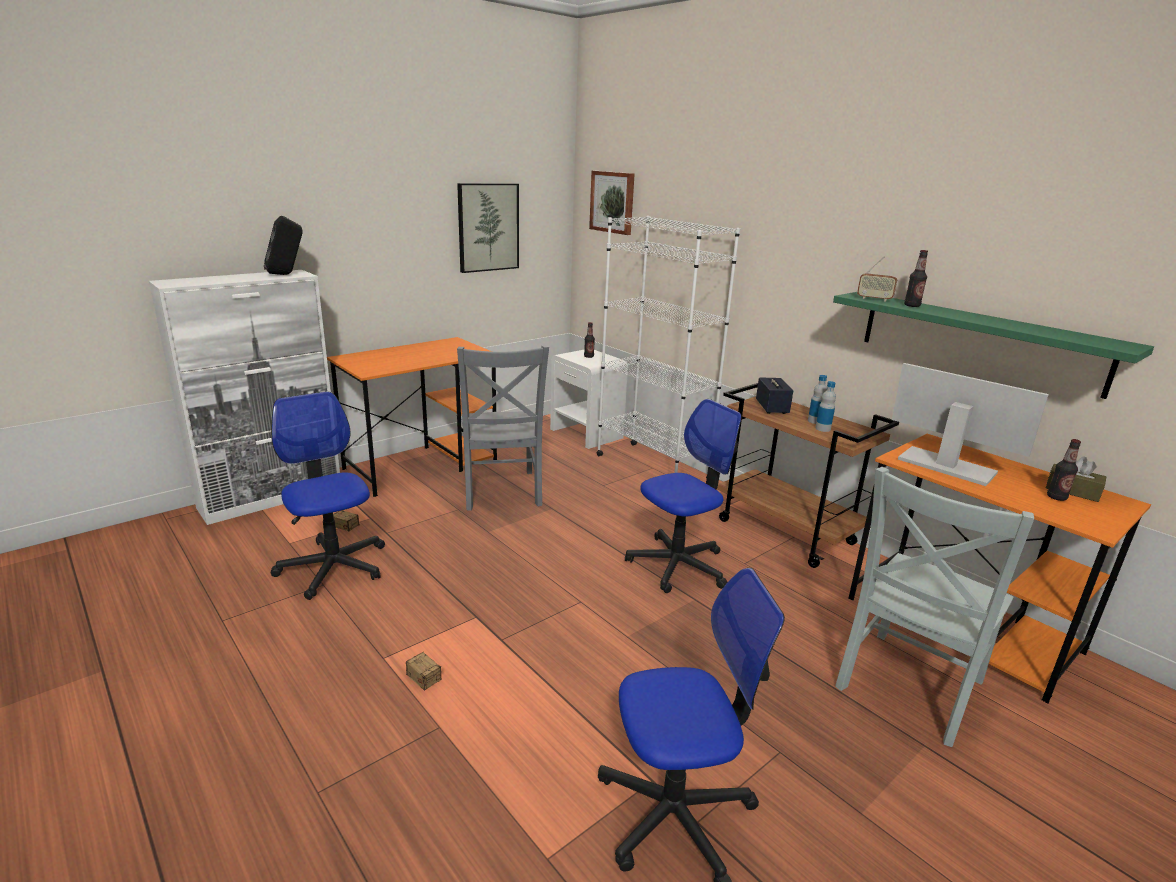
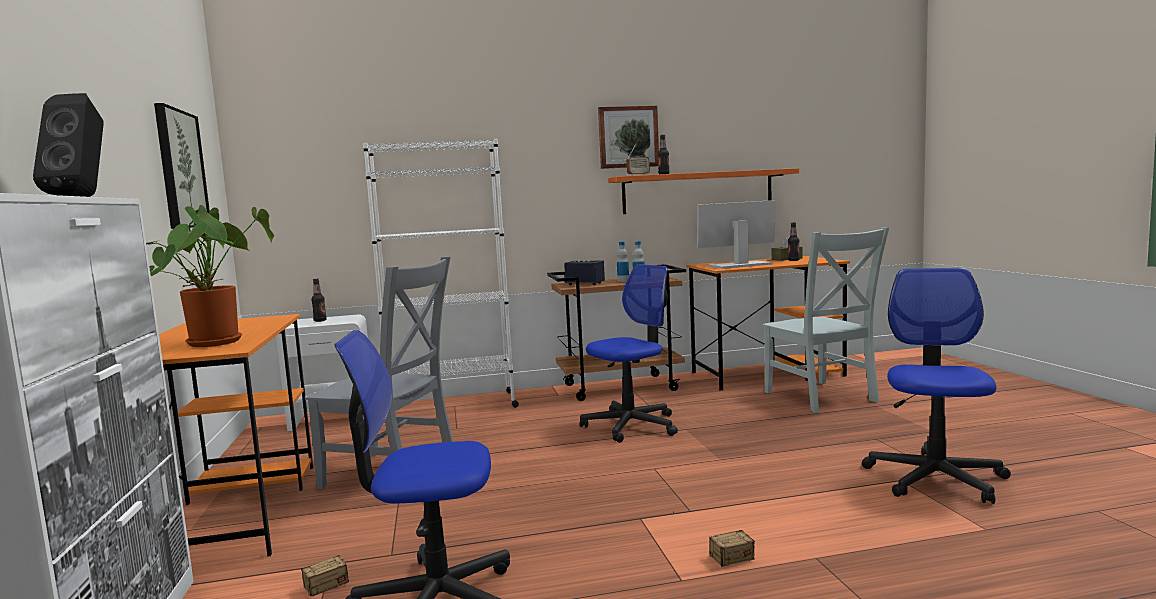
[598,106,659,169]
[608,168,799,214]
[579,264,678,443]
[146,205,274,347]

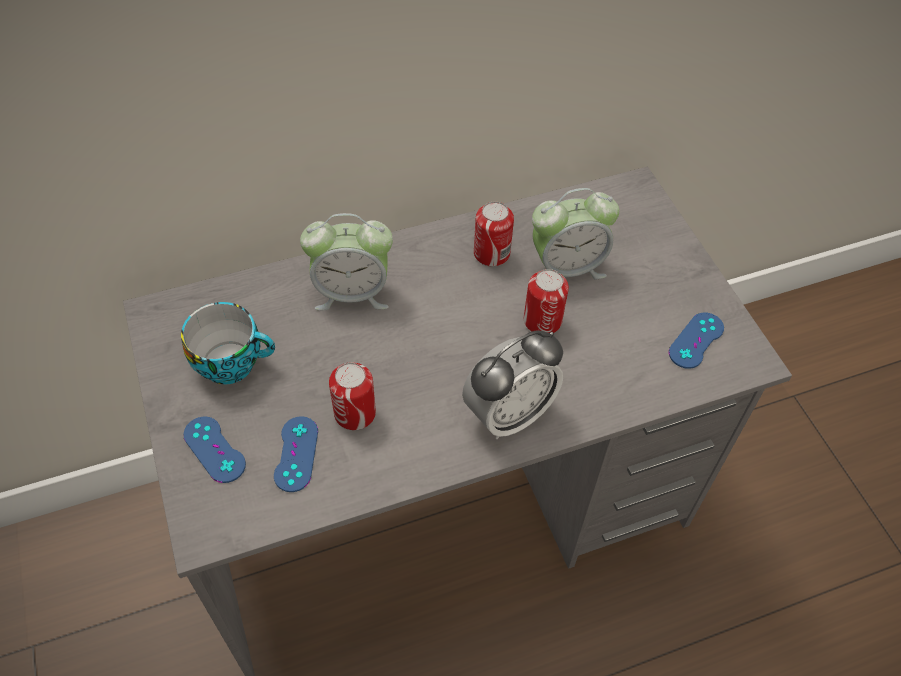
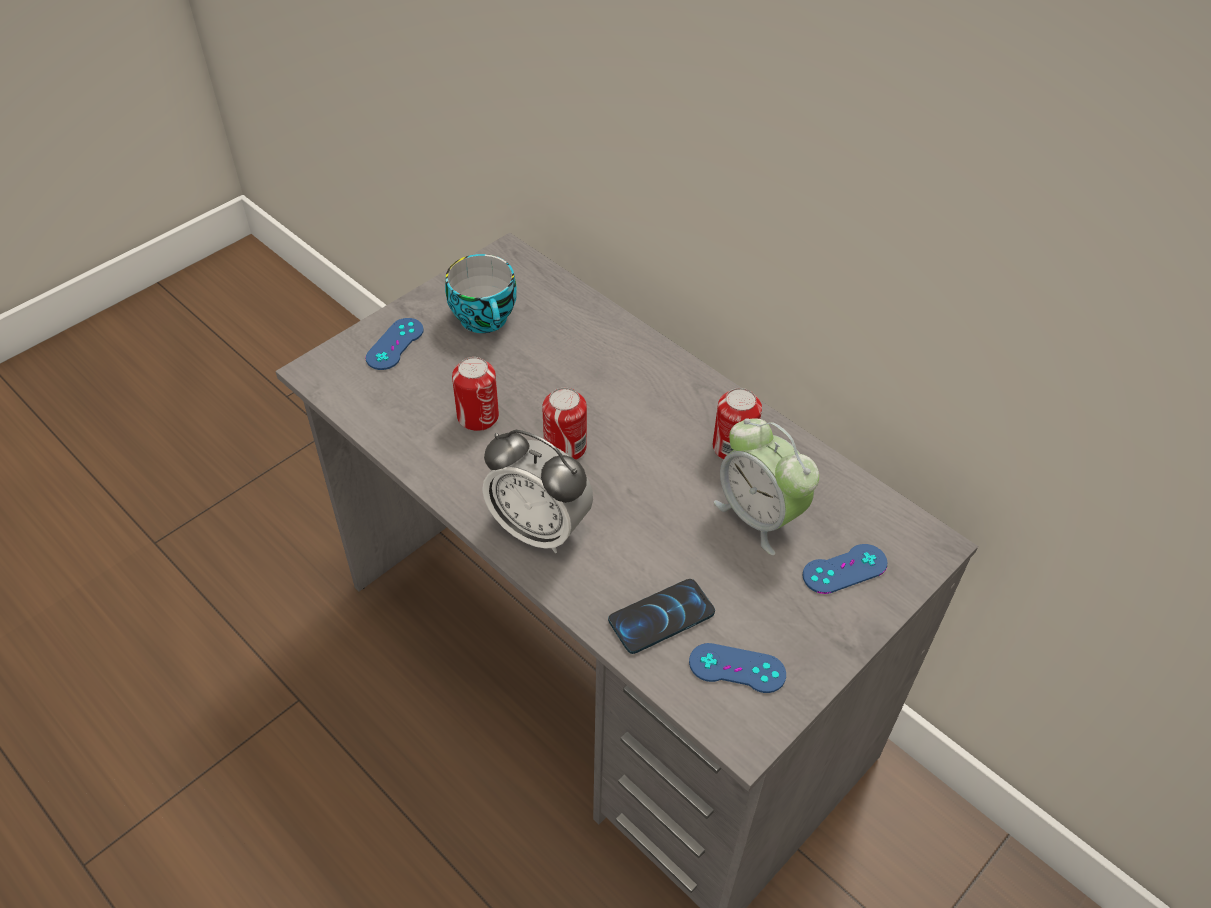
[300,213,393,310] (first image)
[542,388,587,460]
[803,544,887,594]
[608,579,715,654]

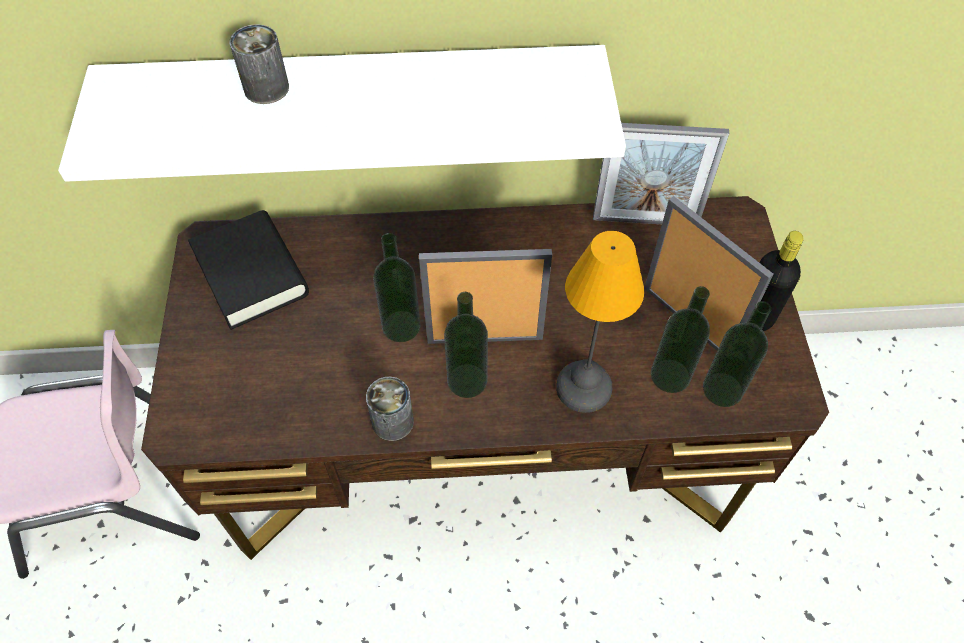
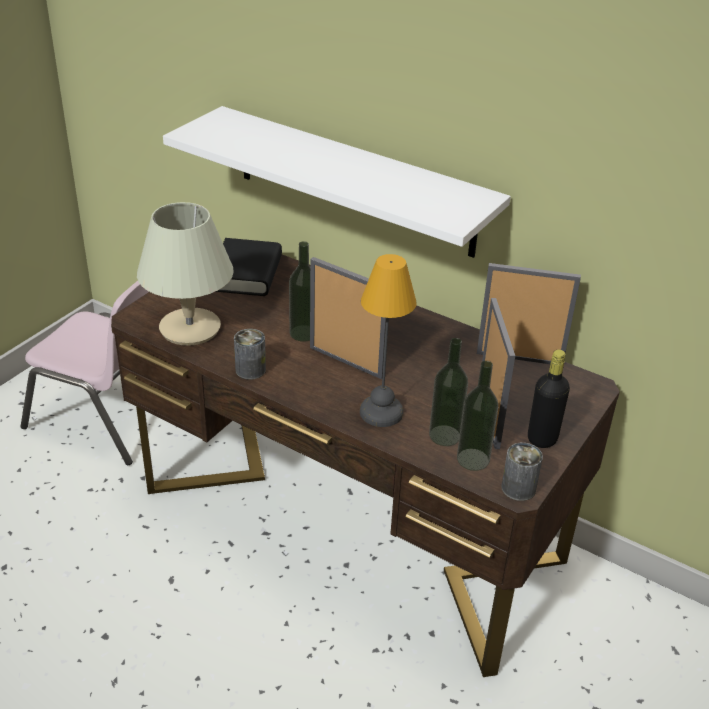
[501,443,543,501]
[477,263,581,364]
[444,292,488,398] (first image)
[137,202,234,346]

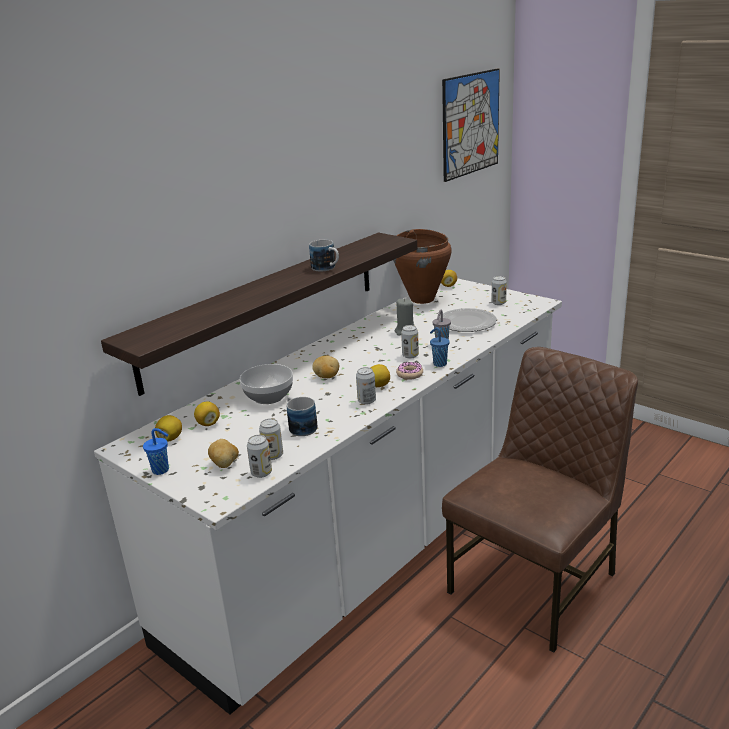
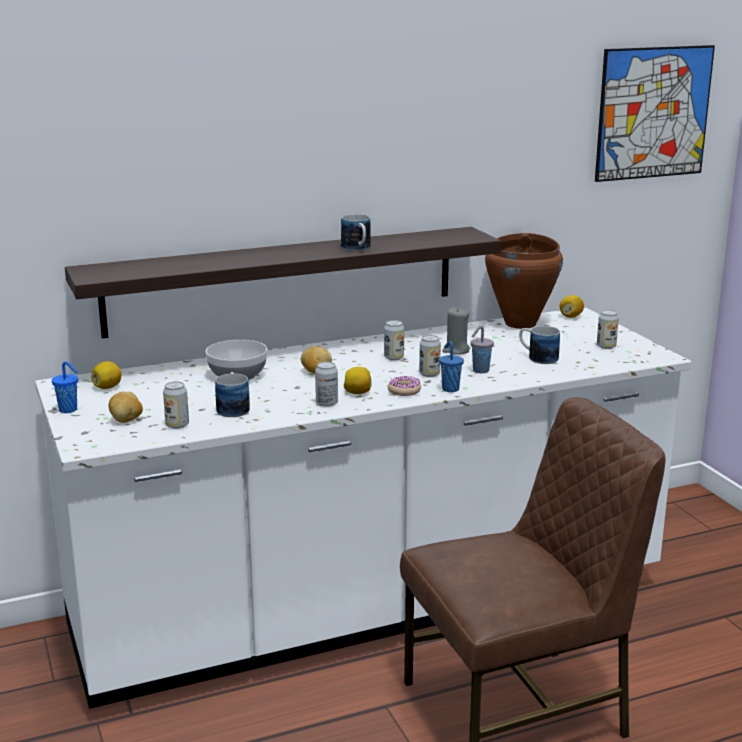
[519,326,560,364]
[194,401,220,426] (first image)
[384,320,404,361]

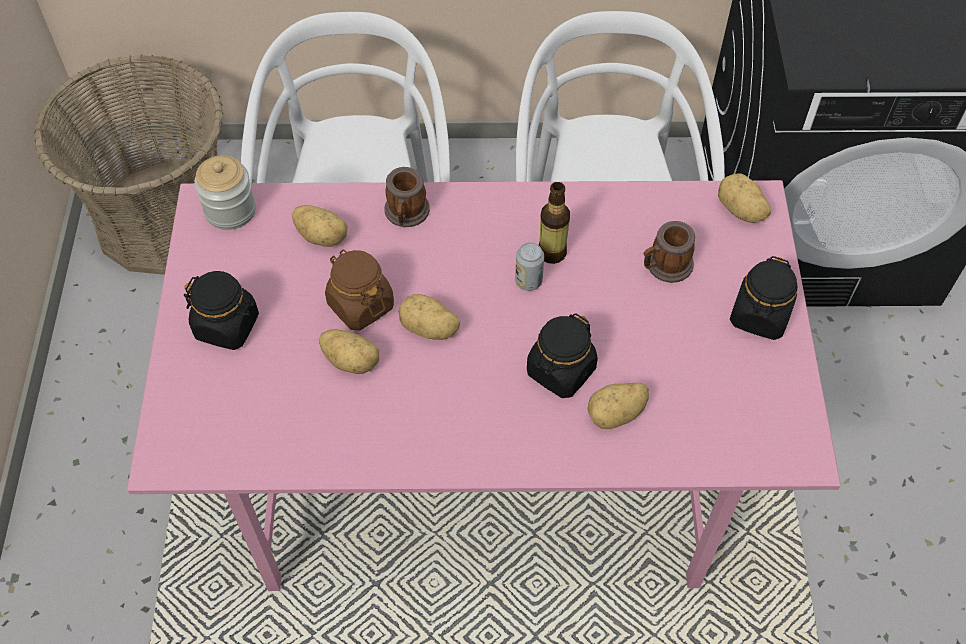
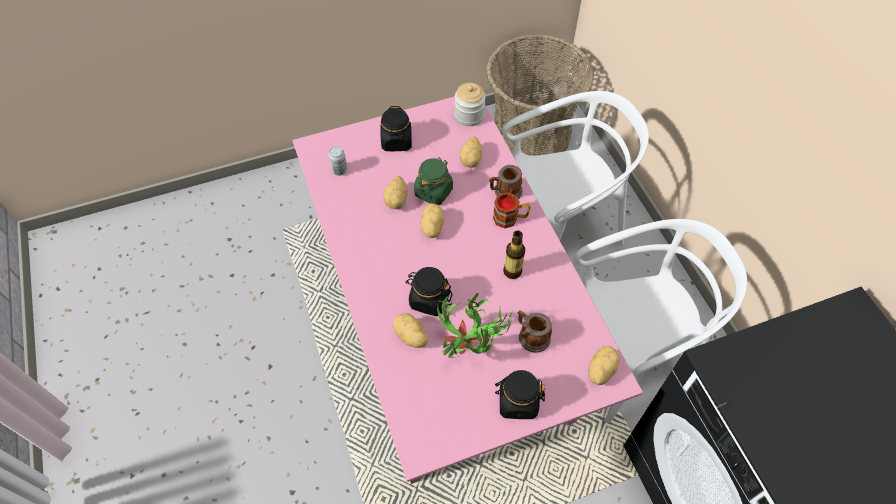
[328,147,347,176]
[414,157,453,205]
[493,192,530,228]
[437,293,513,358]

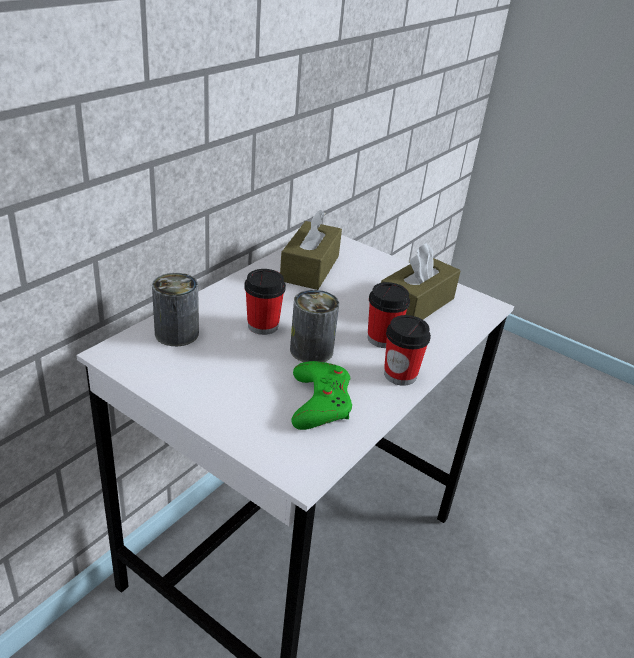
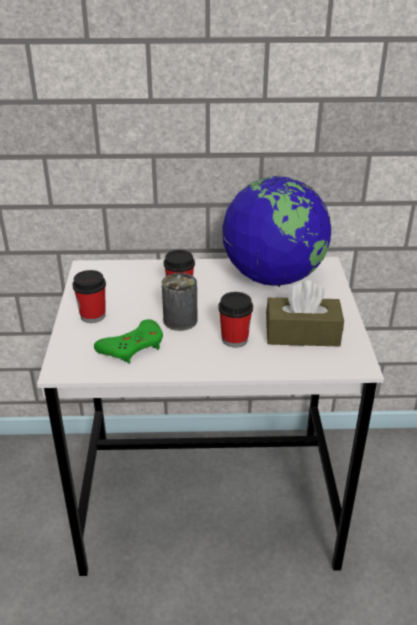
[222,176,331,287]
[152,273,199,346] (first image)
[72,270,106,323]

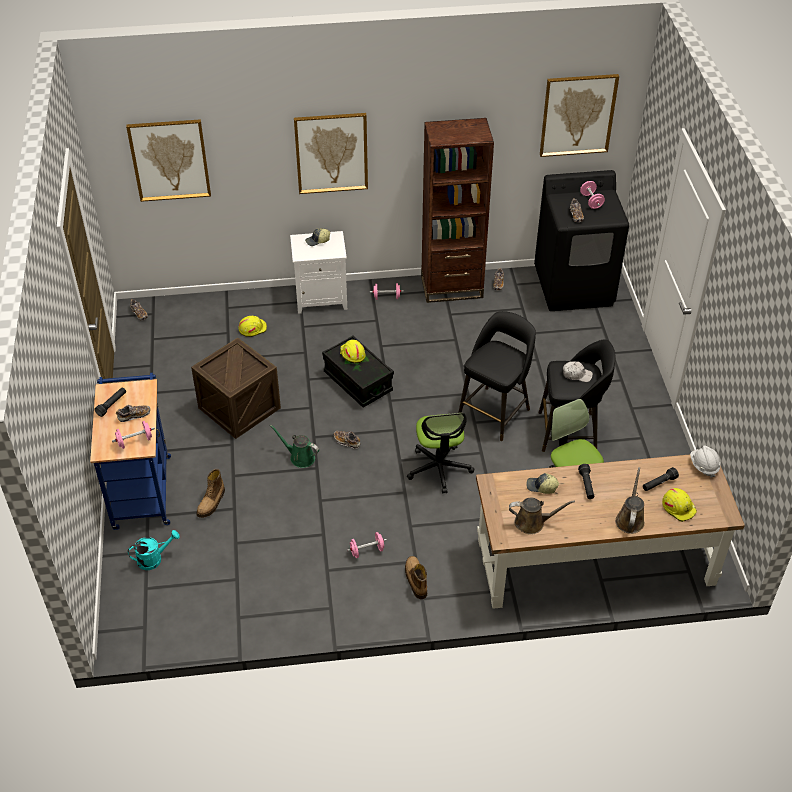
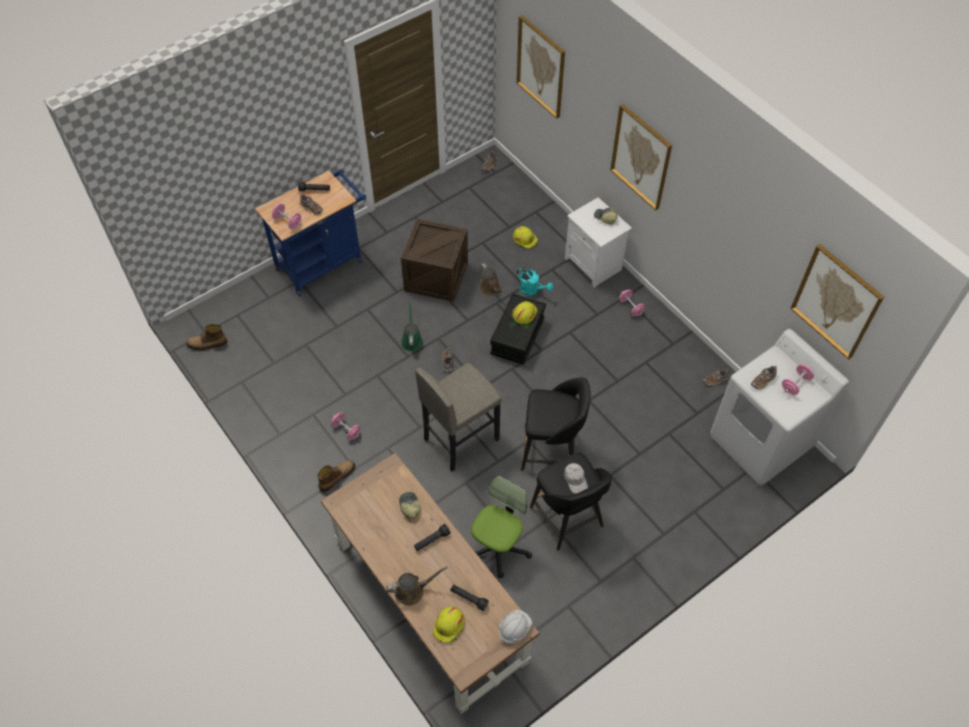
[421,118,494,303] (first image)
[710,329,849,485]
[415,363,502,472]
[186,324,227,350]
[479,263,505,295]
[517,267,553,296]

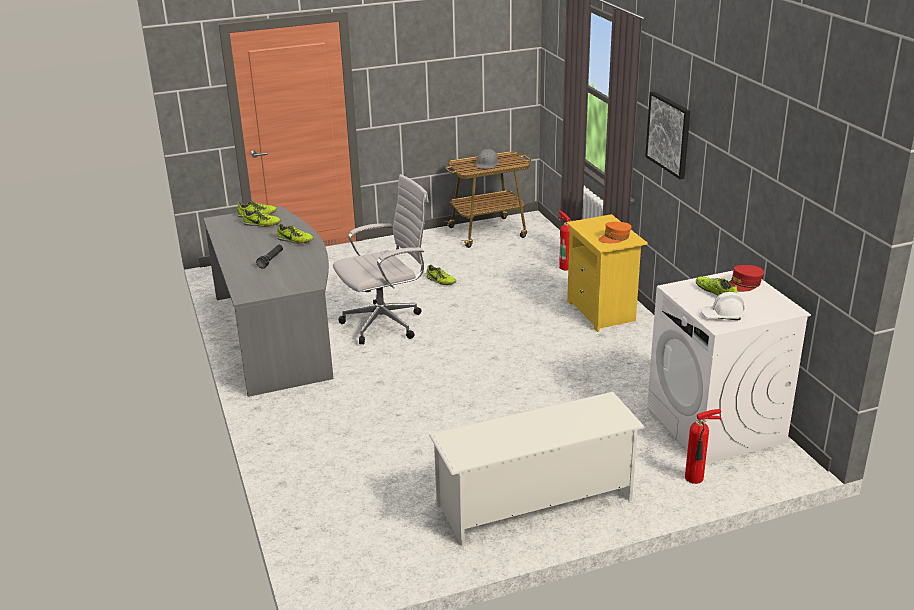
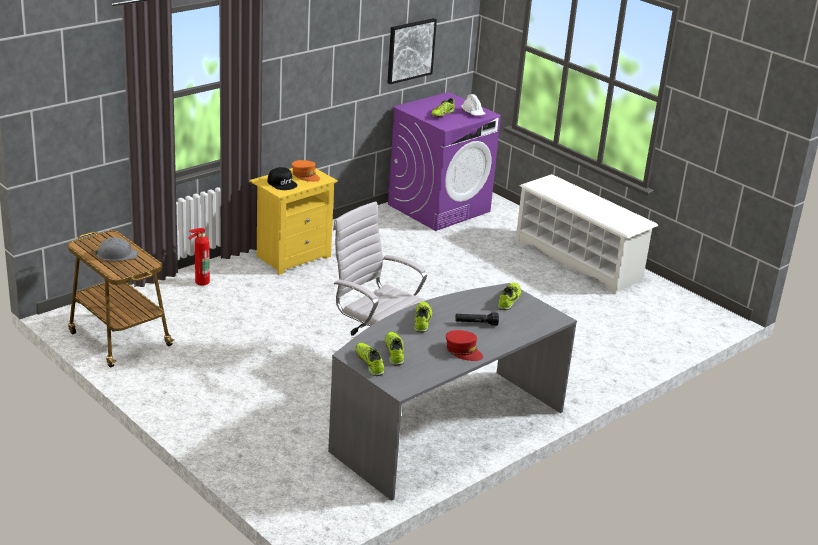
[387,18,437,84]
[498,282,521,310]
[446,330,483,361]
[388,92,501,231]
[685,409,722,484] (first image)
[268,167,297,190]

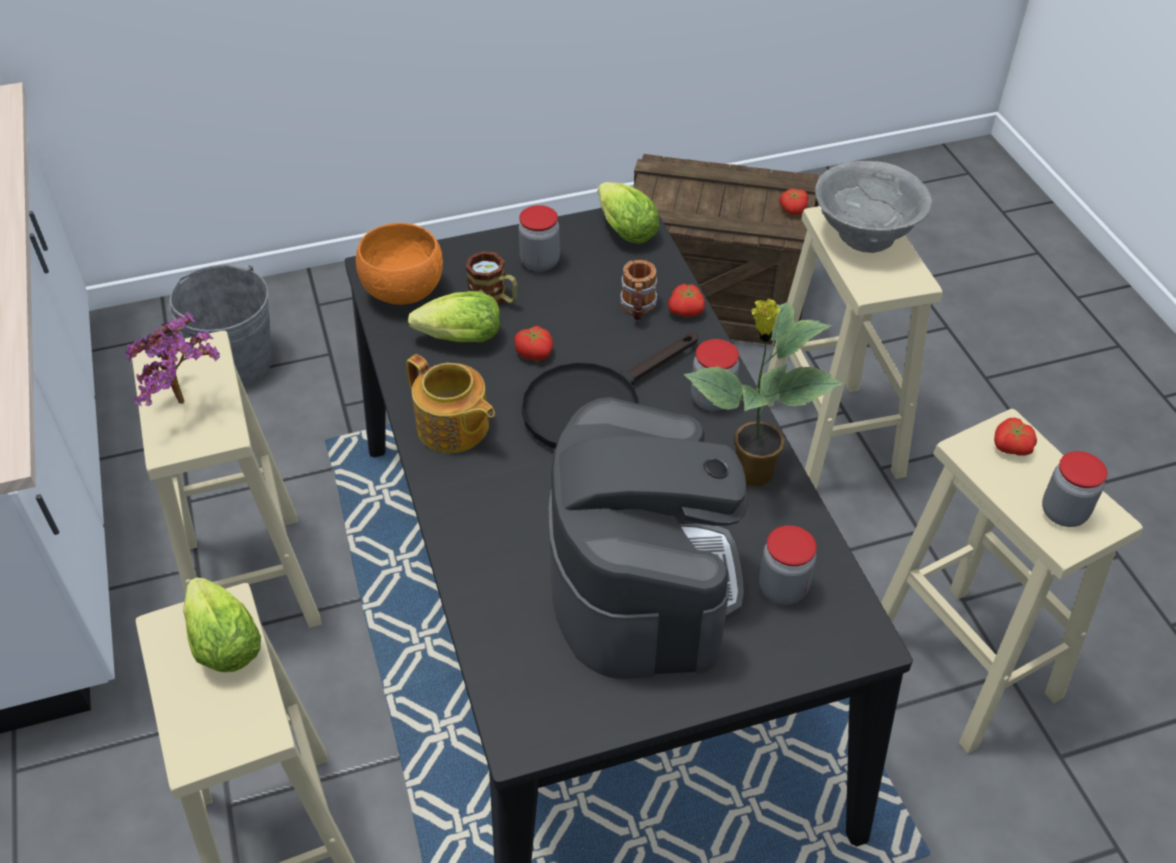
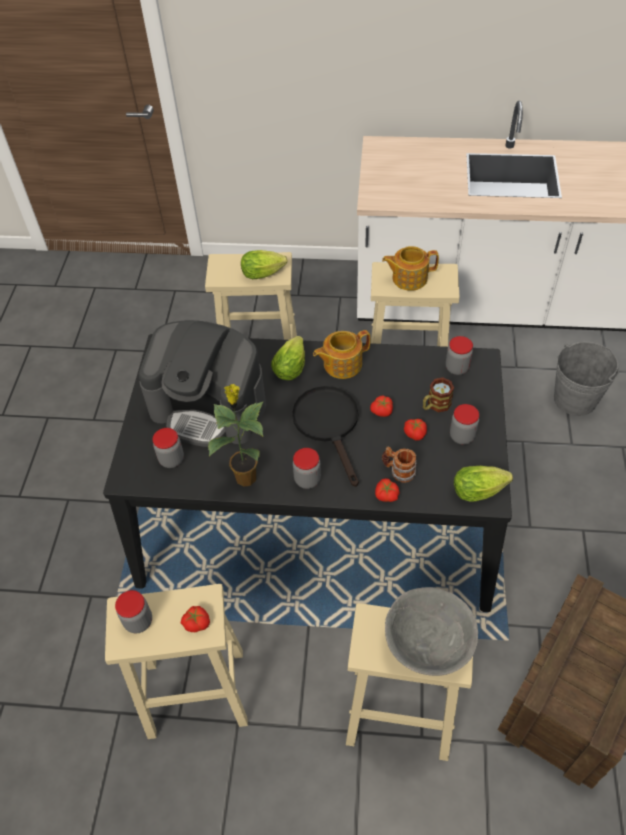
[404,419,427,440]
[446,336,473,375]
[271,336,305,380]
[382,246,439,291]

